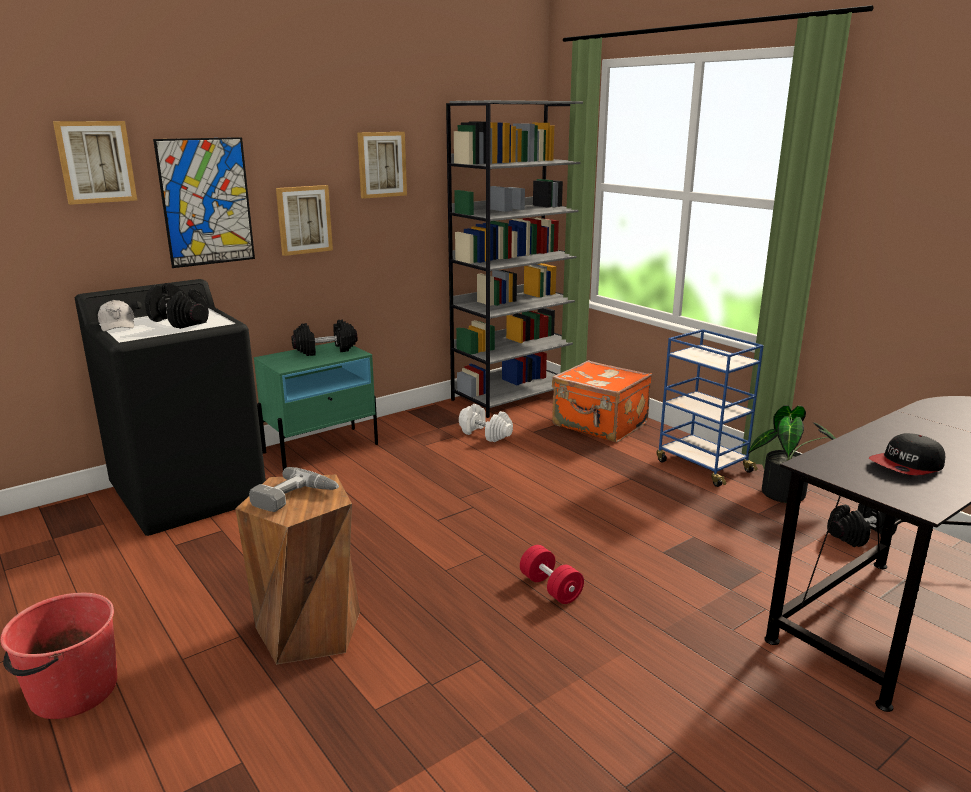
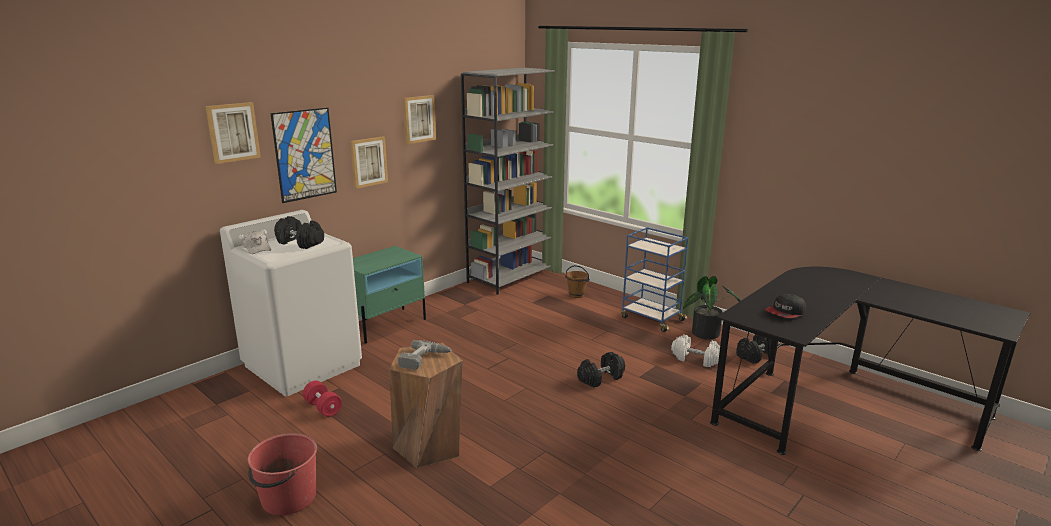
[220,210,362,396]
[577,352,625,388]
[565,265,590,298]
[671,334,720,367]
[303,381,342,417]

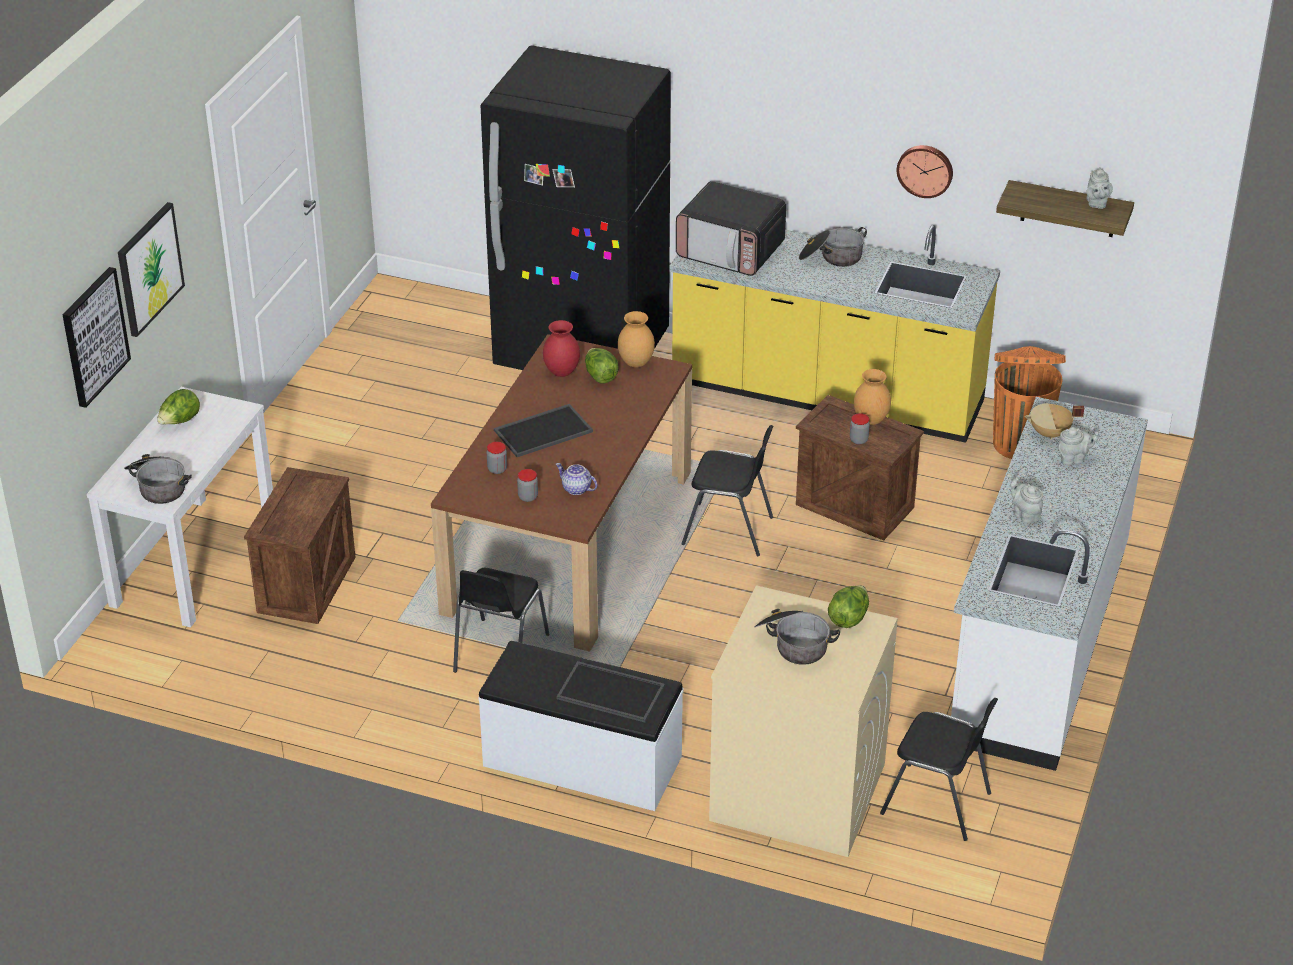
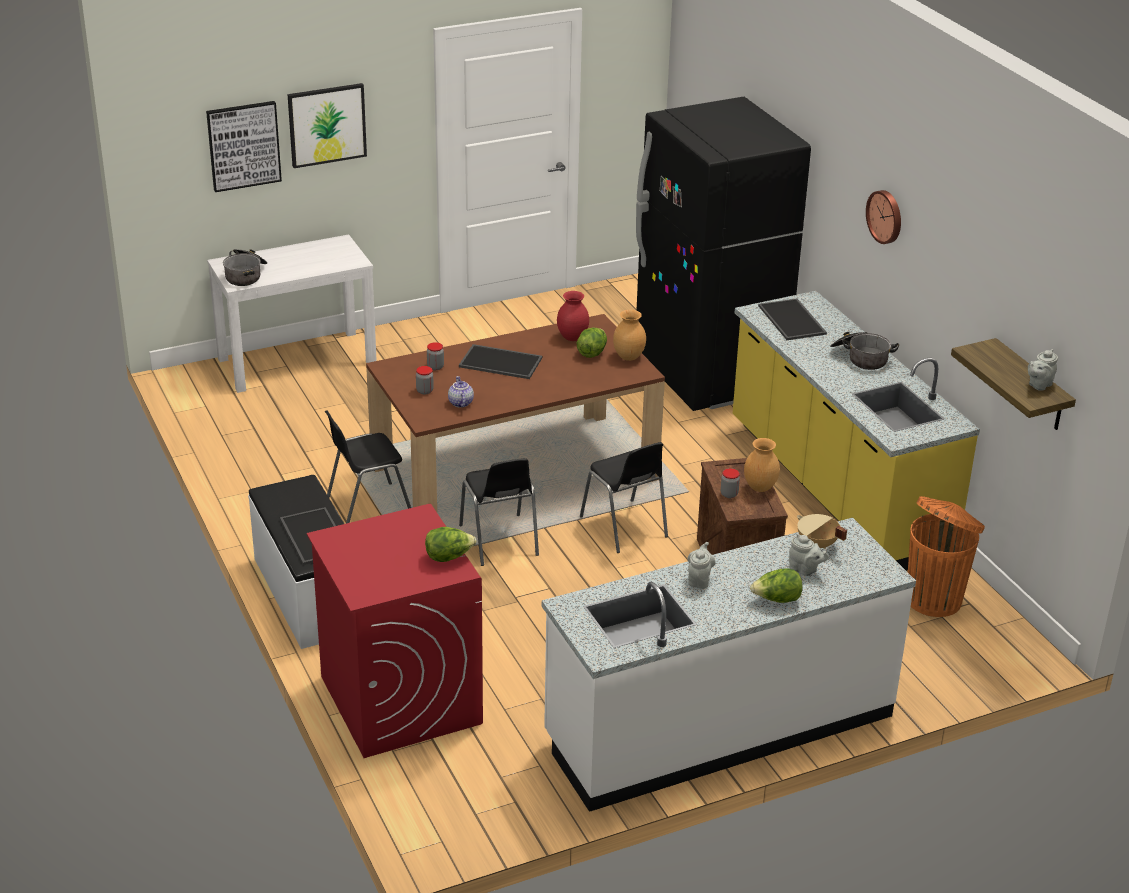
[866,190,901,244]
[758,298,827,340]
[750,568,803,603]
[244,467,356,624] (first image)
[307,504,483,758]
[754,609,840,665] (first image)
[459,458,539,566]

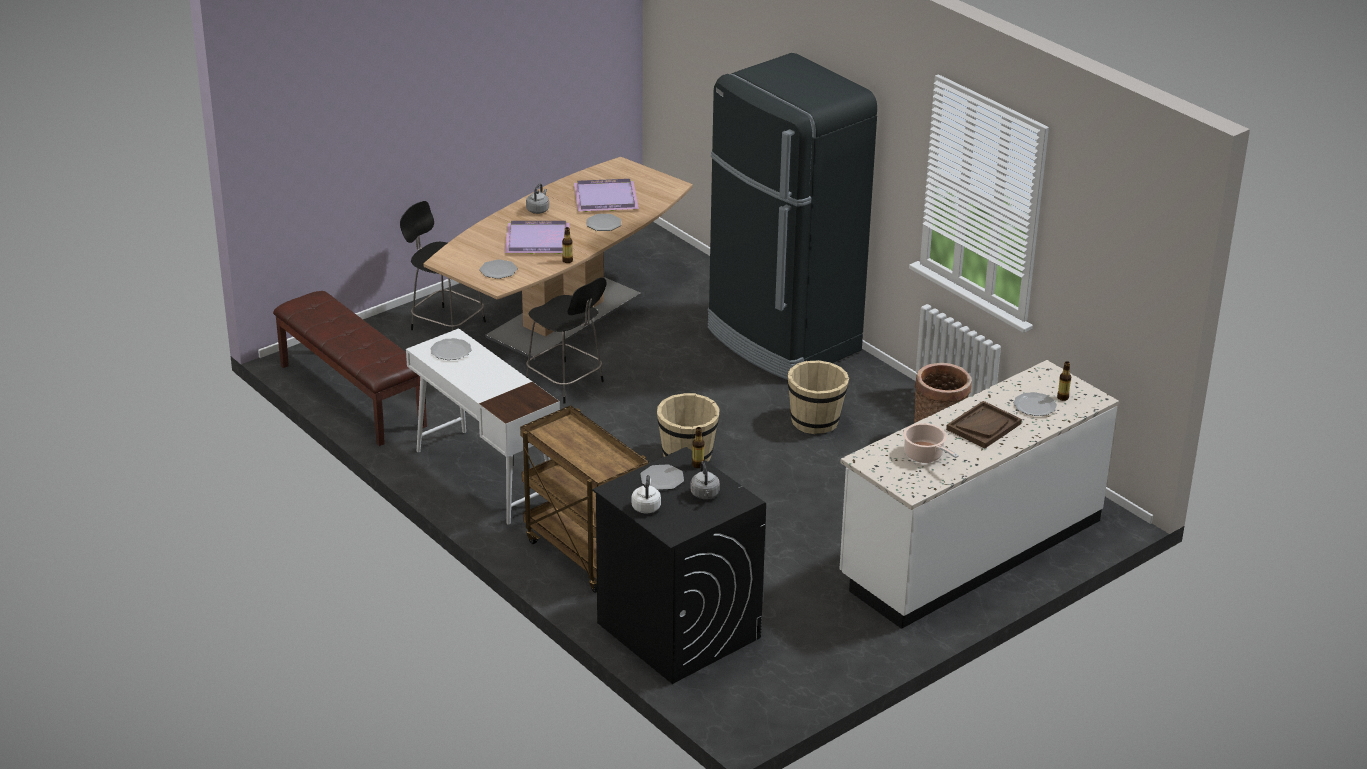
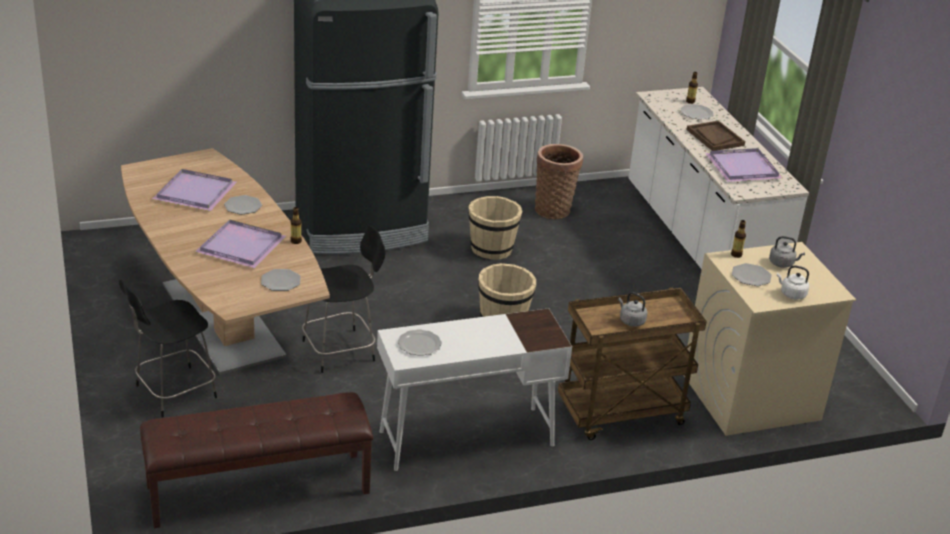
[618,292,647,327]
[705,148,783,182]
[683,242,856,436]

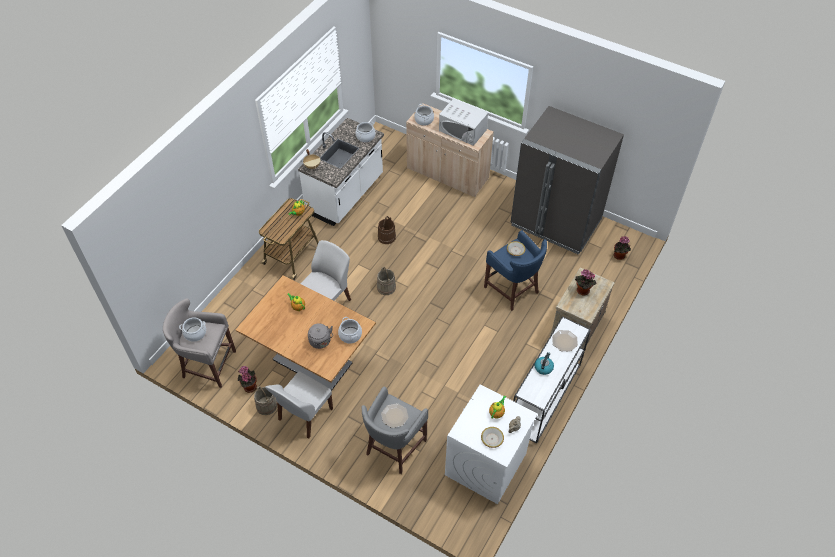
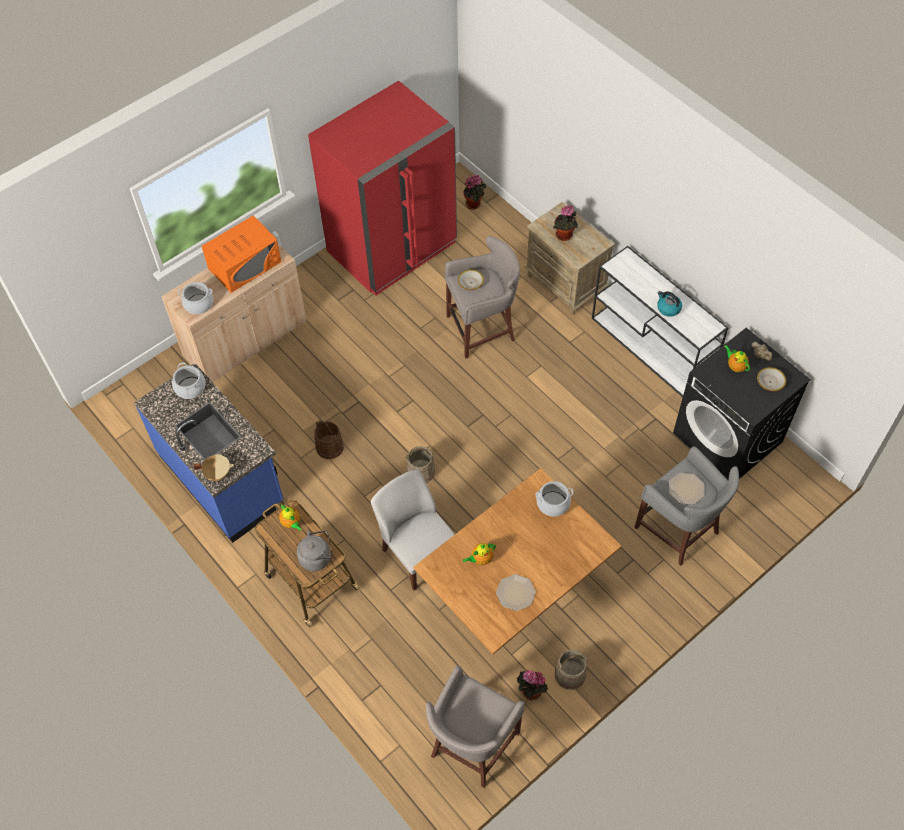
[202,215,281,293]
[308,81,457,296]
[134,363,283,543]
[445,236,520,359]
[179,317,206,342] (first image)
[297,530,333,571]
[496,574,536,611]
[265,371,333,438] (first image)
[673,328,811,480]

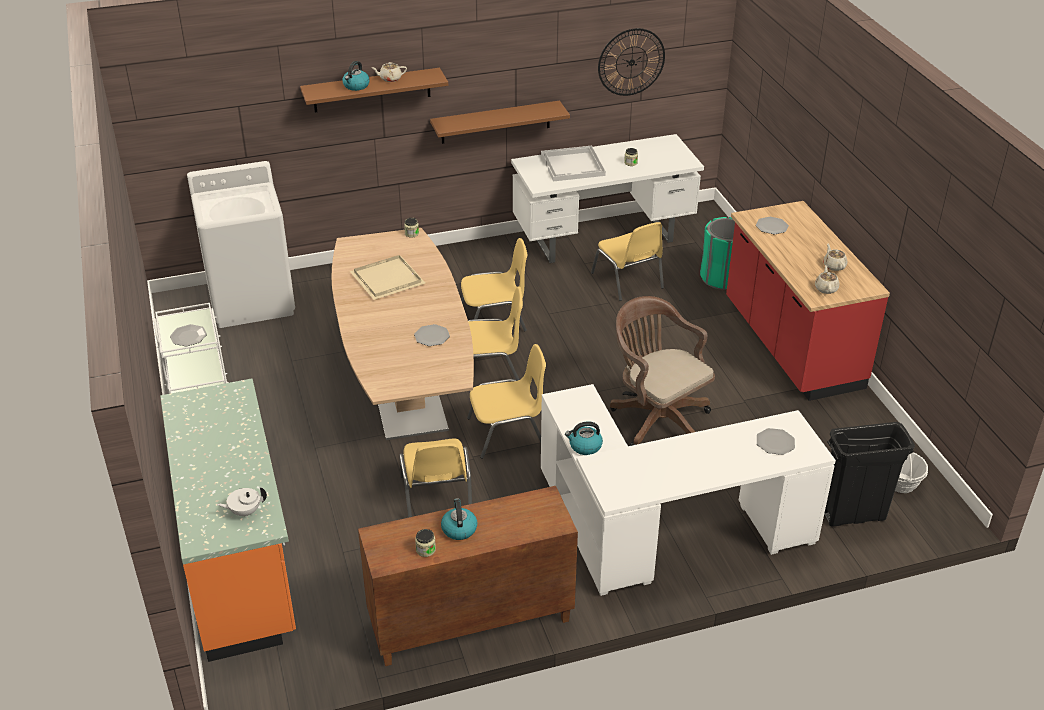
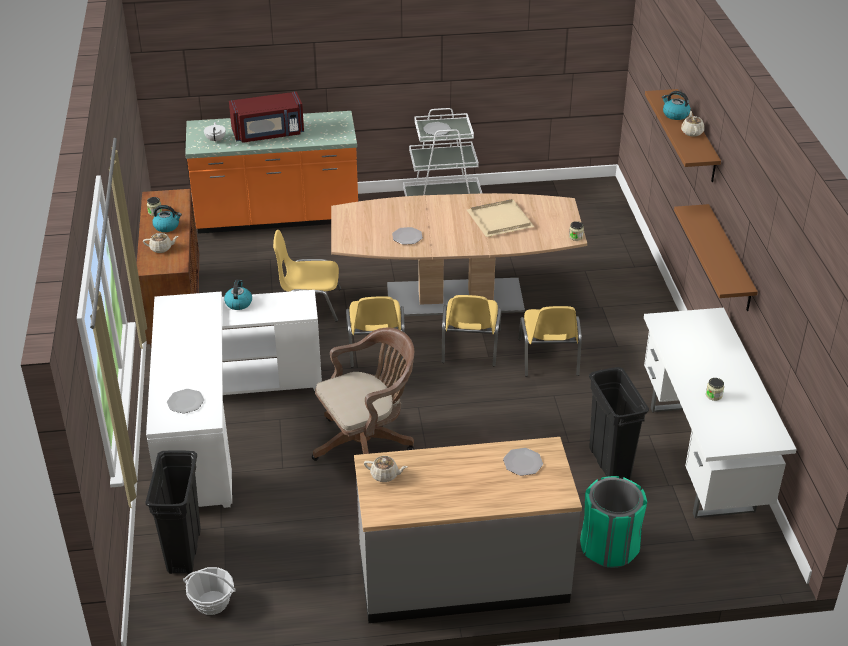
[598,28,665,96] (first image)
[541,146,606,182] (first image)
[187,161,295,328] (first image)
[354,437,582,623]
[589,367,649,480]
[143,233,179,253]
[229,92,304,143]

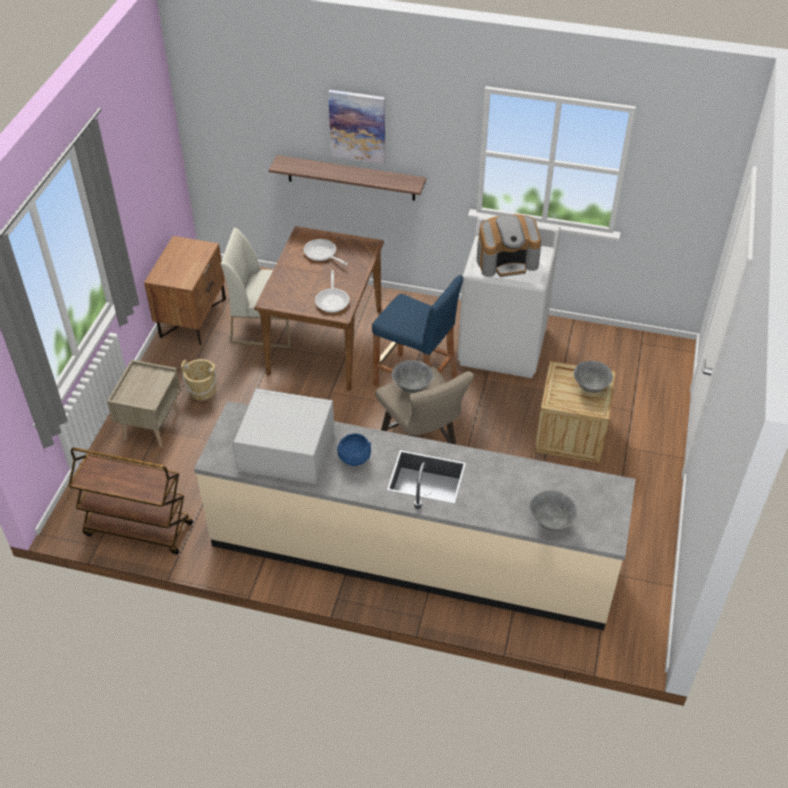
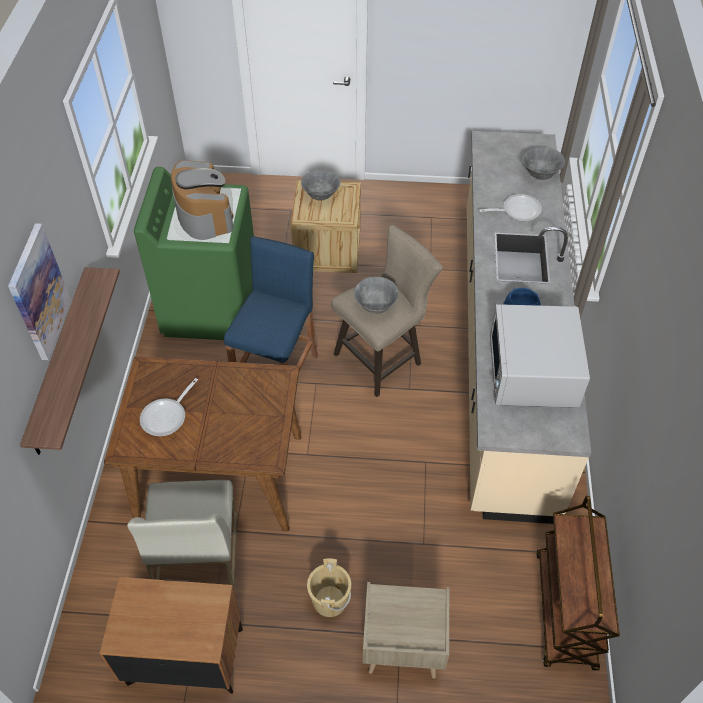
[134,167,254,340]
[479,194,542,222]

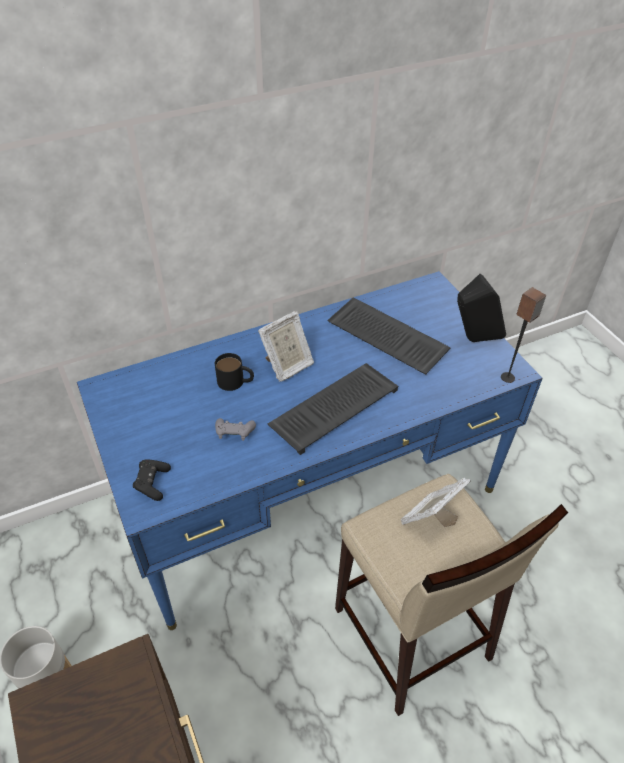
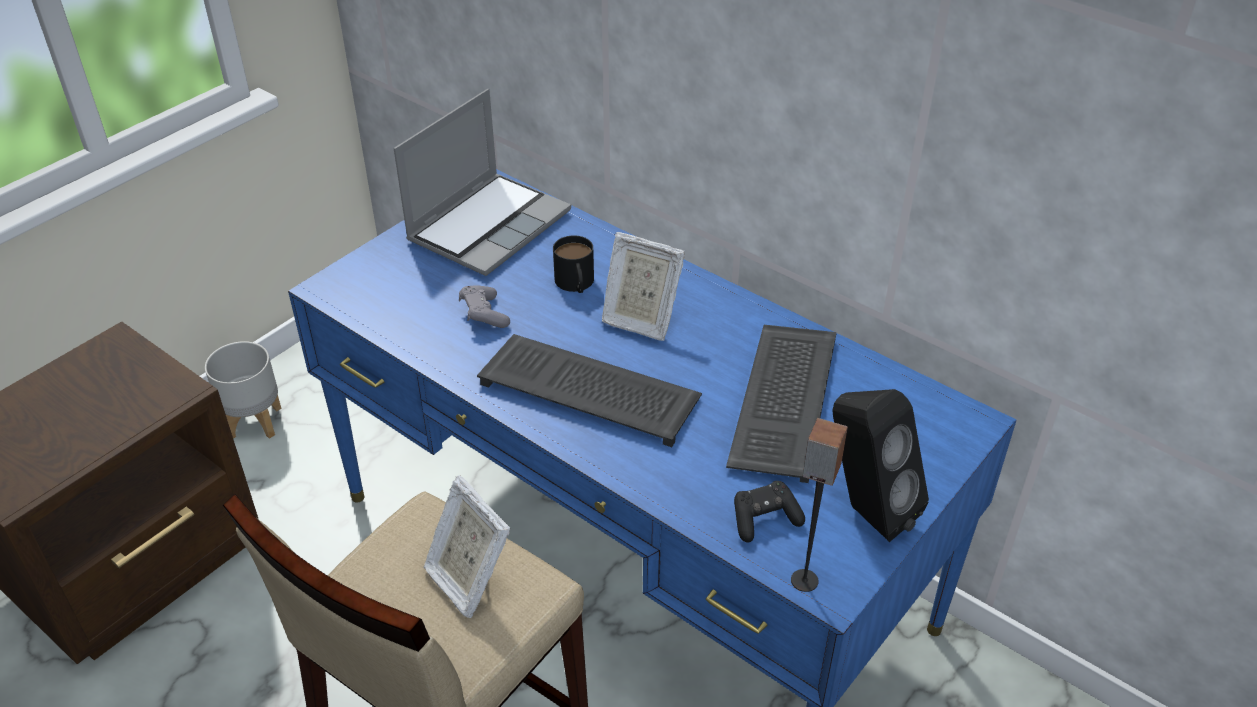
[734,481,805,543]
[424,475,510,618]
[394,89,571,276]

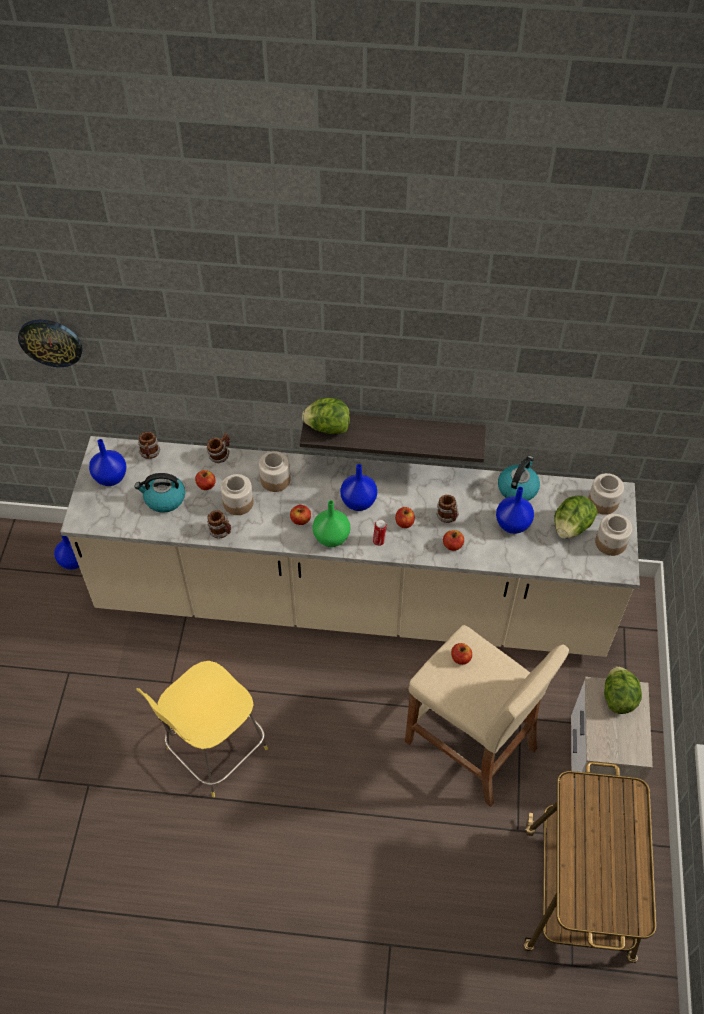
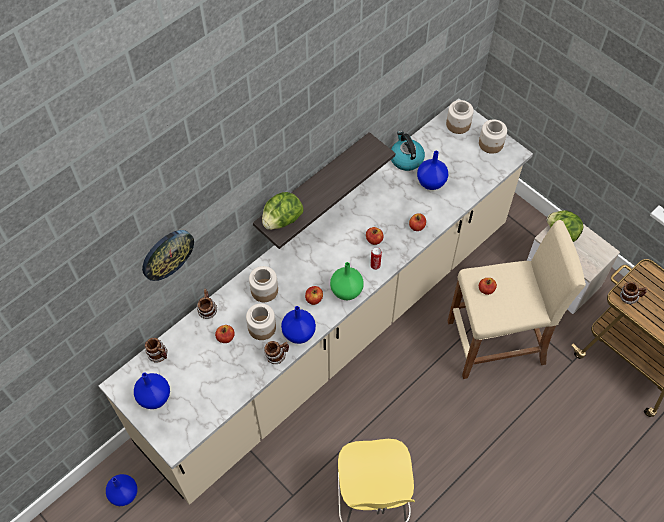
[142,230,194,281]
[281,306,316,344]
[134,473,185,513] (first image)
[620,281,647,304]
[554,496,597,539] (first image)

